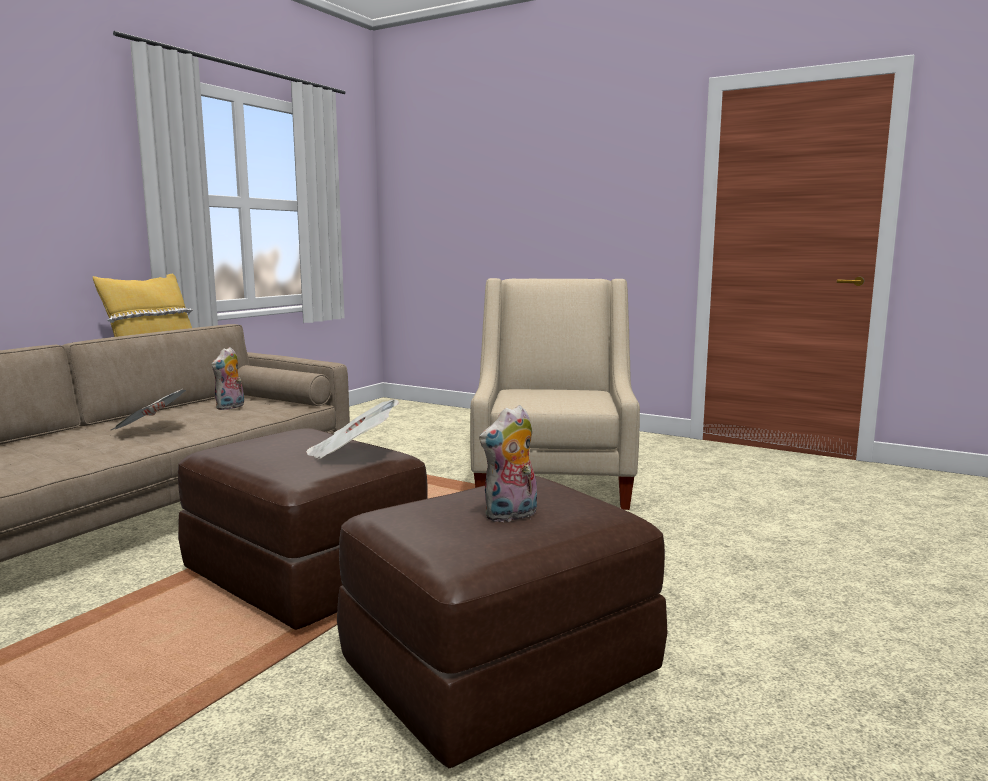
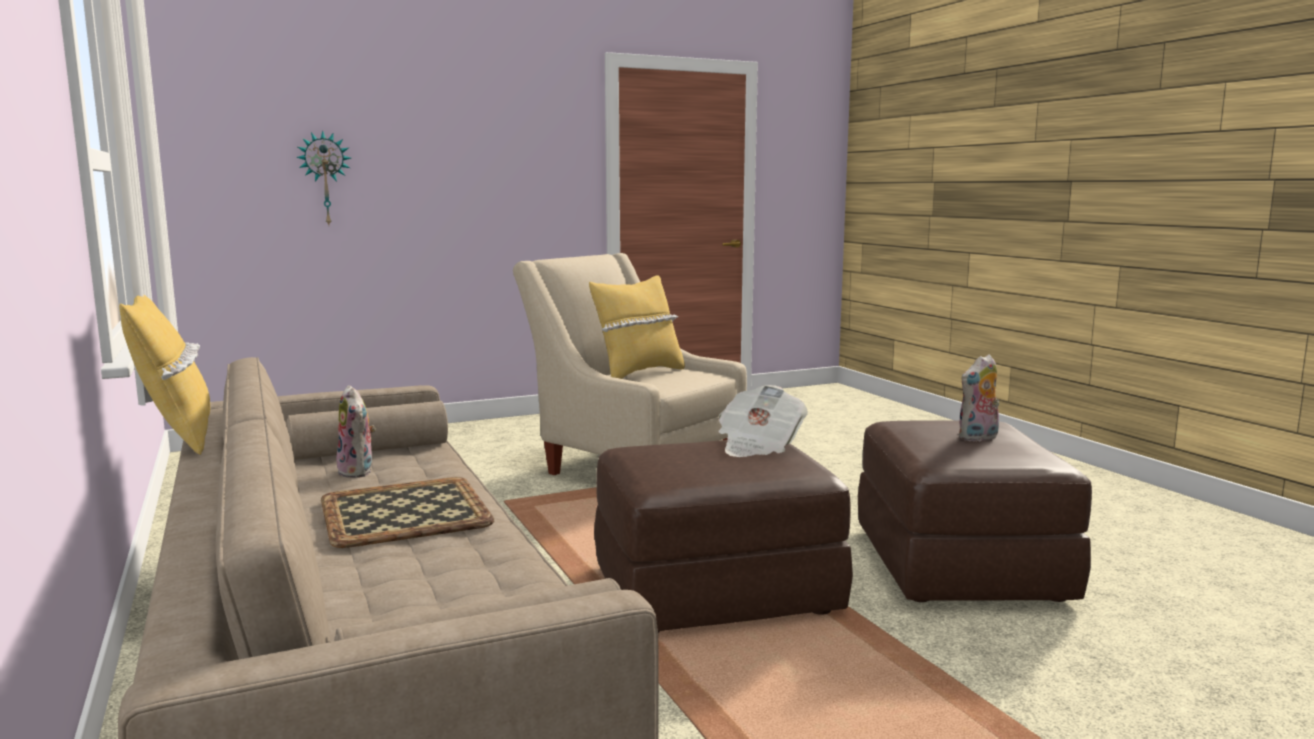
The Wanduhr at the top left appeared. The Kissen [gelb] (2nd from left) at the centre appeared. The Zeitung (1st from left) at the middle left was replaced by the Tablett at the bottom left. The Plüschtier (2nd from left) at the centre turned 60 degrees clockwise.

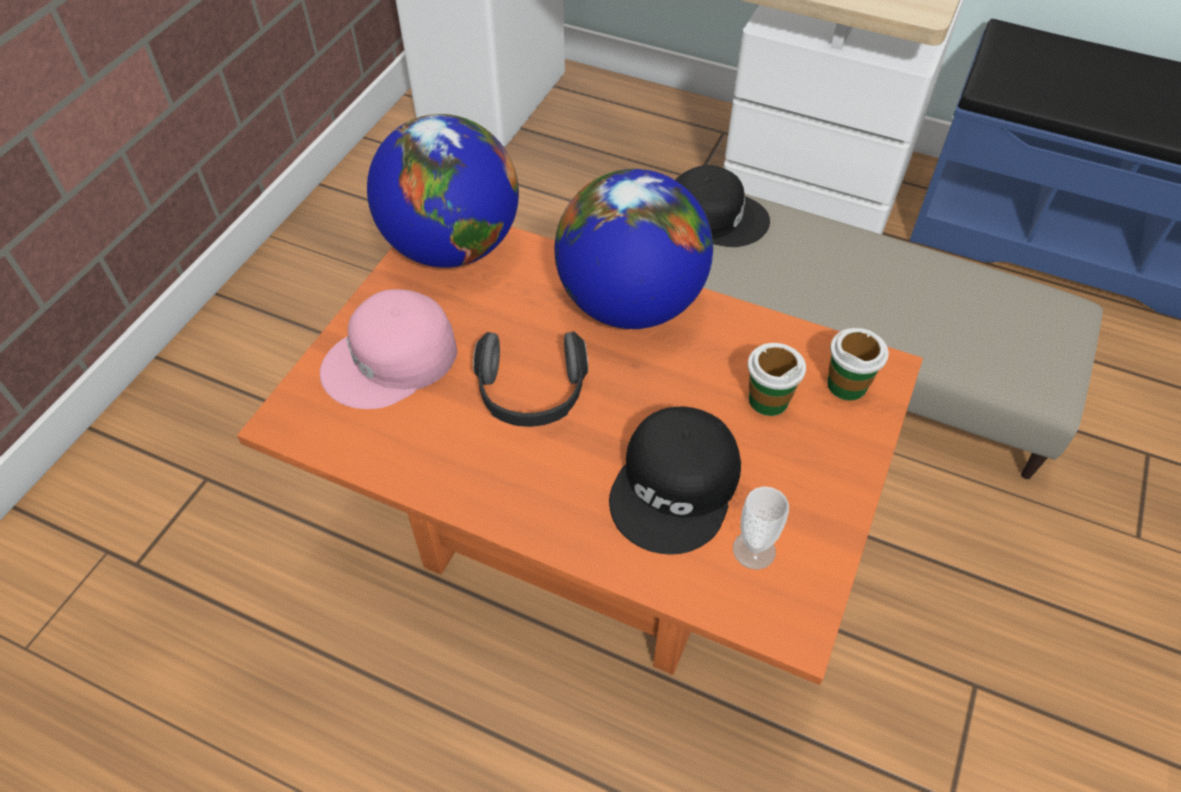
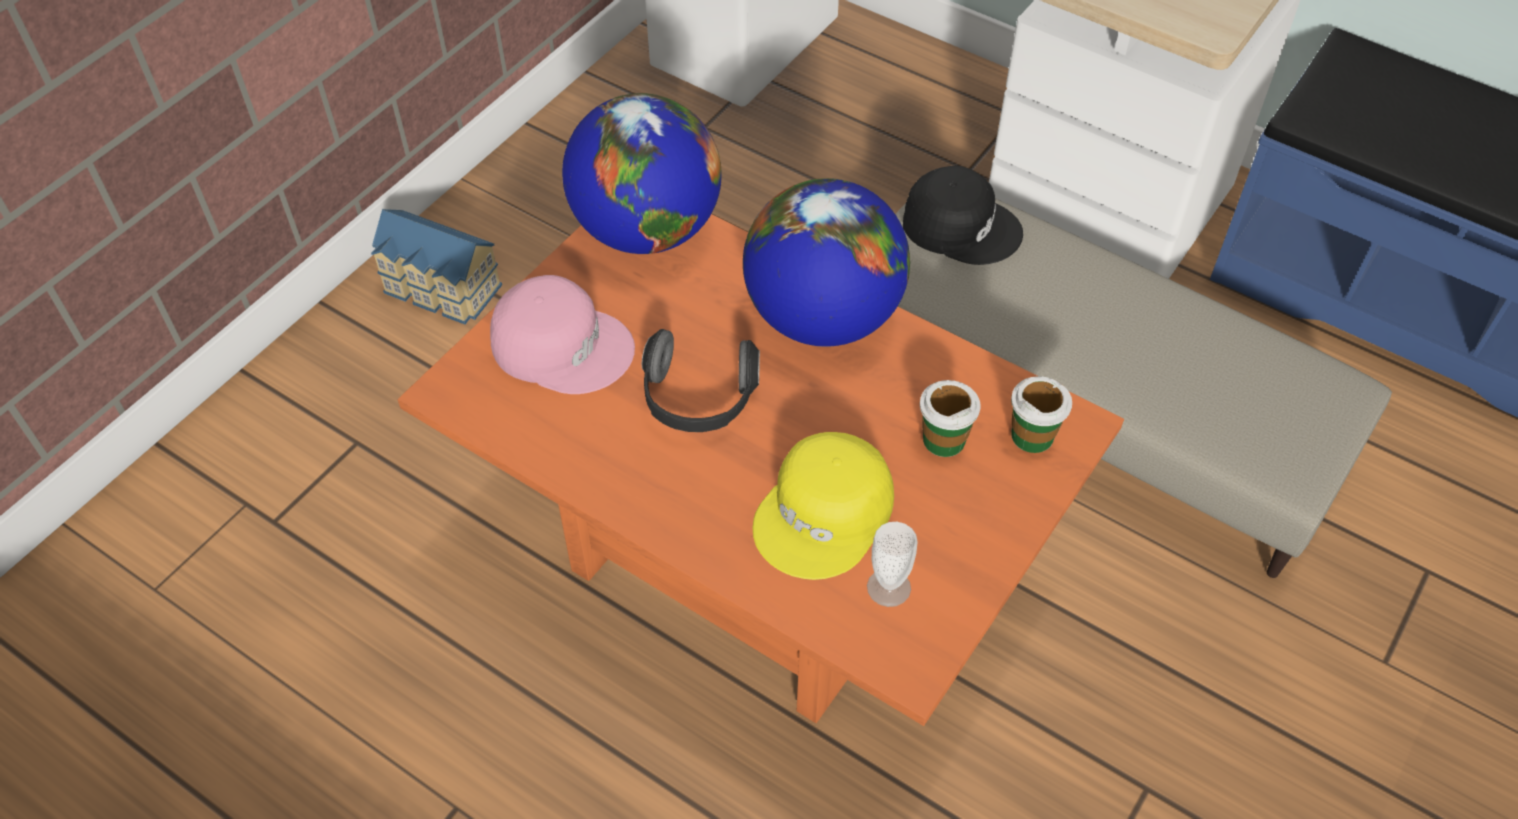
The Spielzeughaus at the top left appeared. The Kappe [schwarz] (1st from left) at the centre became the Kappe [gelb] at the centre. The Kappe [rosa] at the middle left turned 135 degrees counterclockwise.

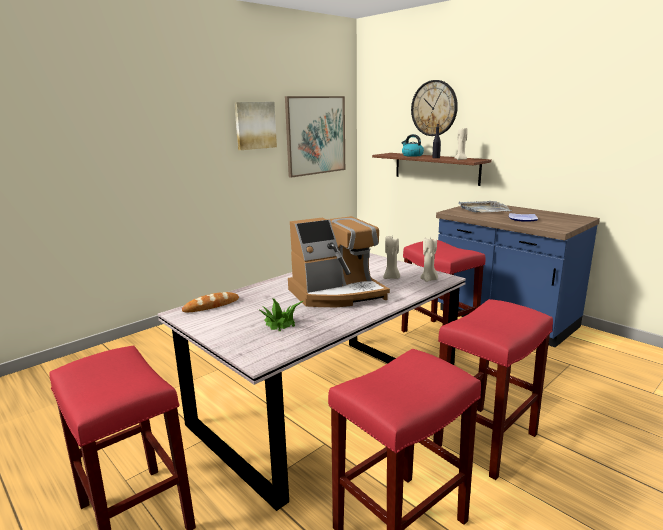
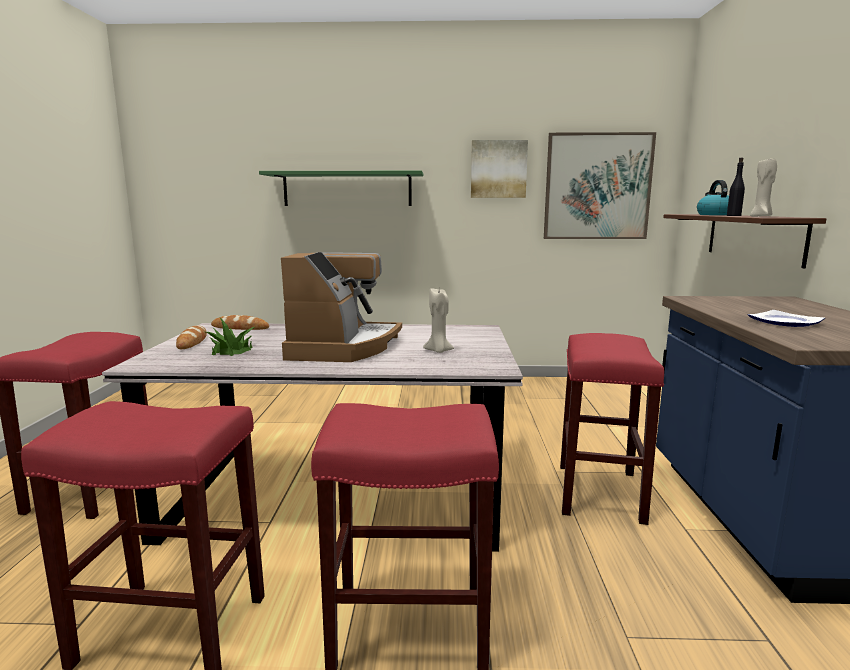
The Wanduhr at the top centre disappeared. The Kerze [beige] (2nd from left) at the centre disappeared. The Tablett [grau] at the middle right disappeared. The Brot (1st from left) at the middle left appeared. The Wandregal [grün] at the top centre appeared. The Kaffeemaschine at the centre turned 105 degrees counterclockwise.

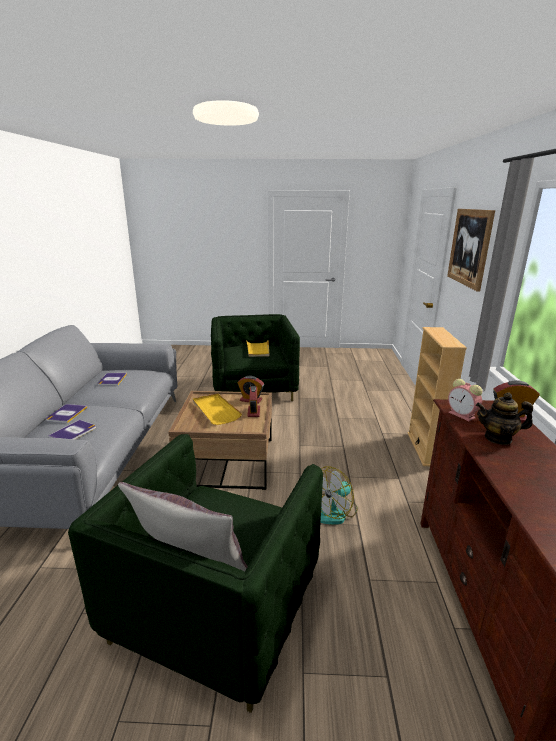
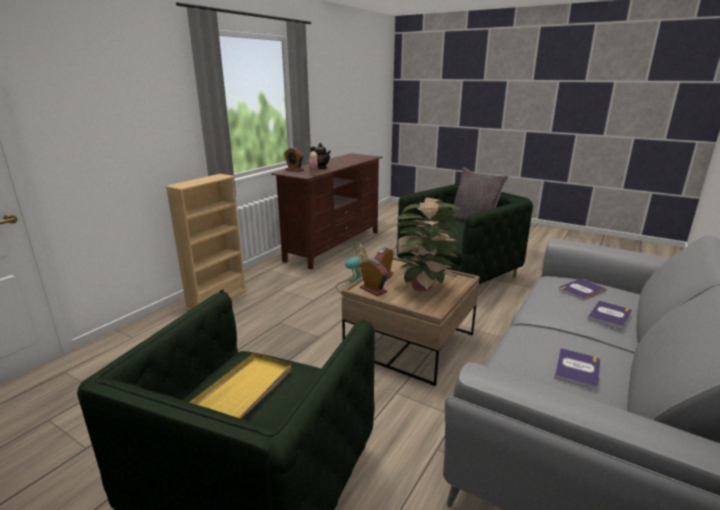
The Bild at the middle right disappeared. The Tablett [gelb] (1st from left) at the centre was replaced by the Topfpflanze at the centre.

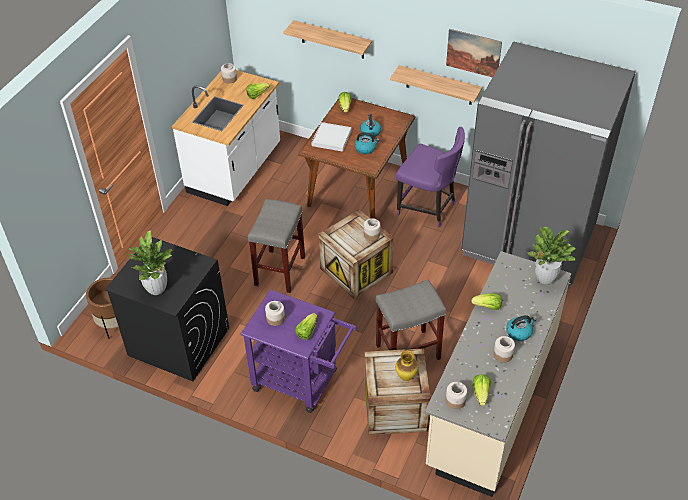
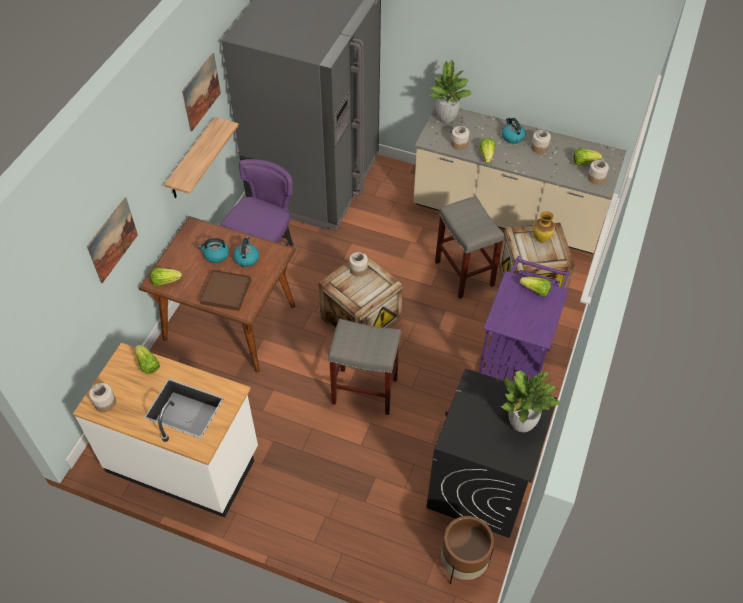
The Vorratsglas (2nd from left in the first image) moved from the centre to the top centre. The Wandregal (1st from left) at the top centre was replaced by the Bild (1st from left) at the middle left. The Tablett [weiß] at the top centre became the Tablett [braun] at the middle left.

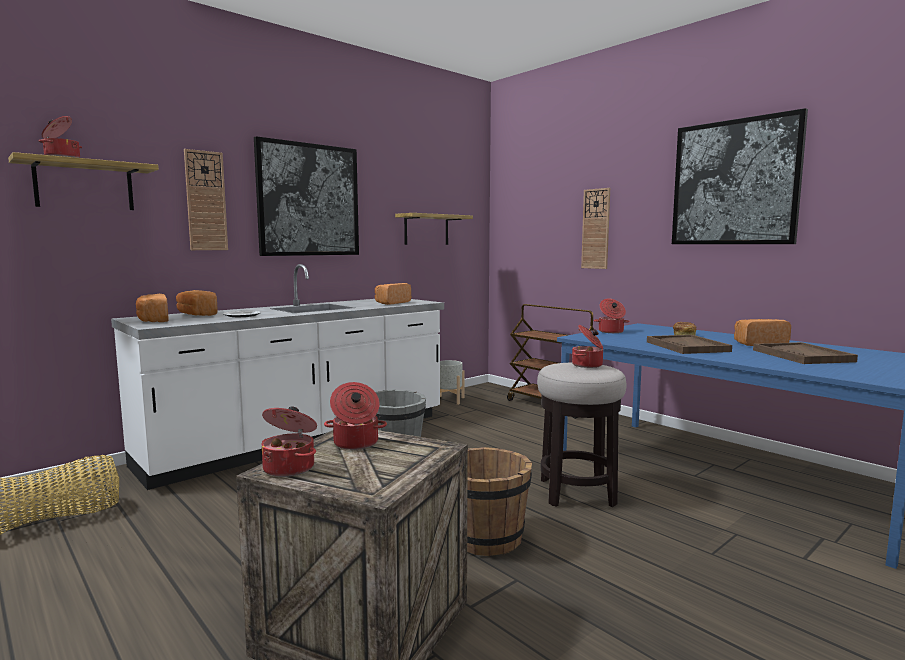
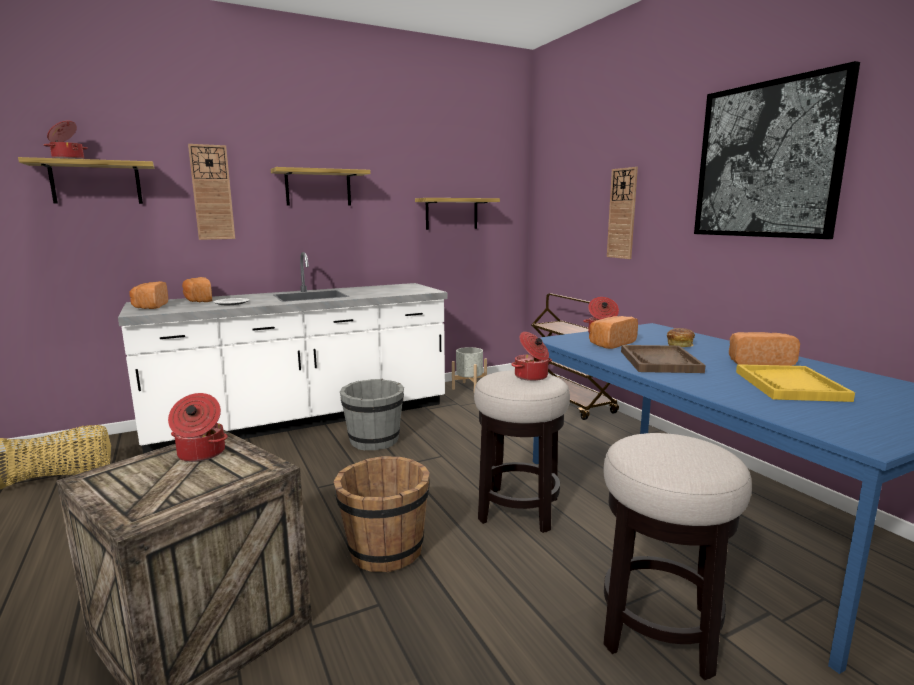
The Kochtopf (2nd from left) at the bottom left disappeared. The Hocker (2nd from left) at the bottom right appeared. The Brot (3rd from left) moved from the centre to the middle right. The Bild (1st from left) at the top centre was replaced by the Wandregal (2nd from left) at the top centre. The Tablett [braun] (2nd from left) at the middle right became the Tablett [gelb] at the middle right.

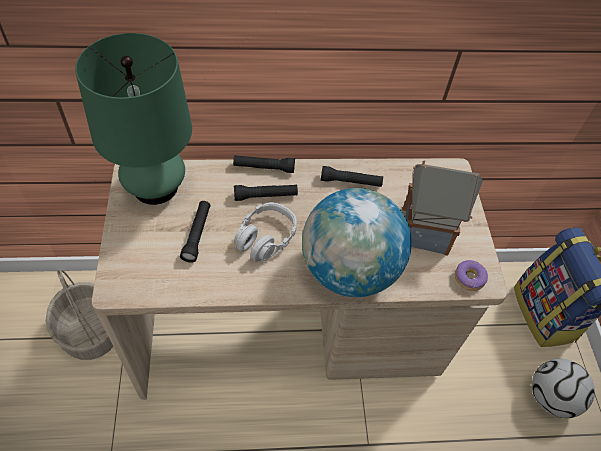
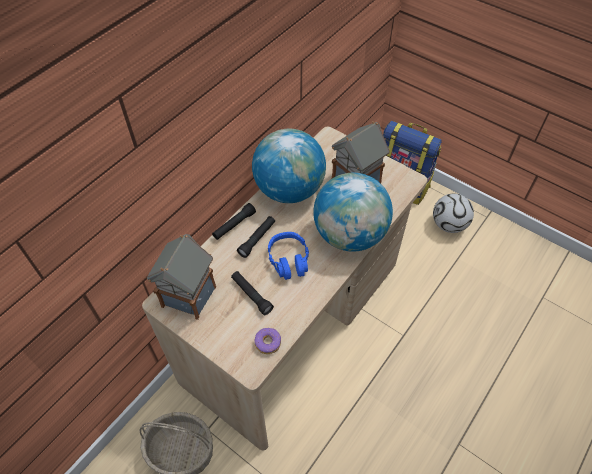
The Donut moved from the middle right to the bottom centre. The Tischlampe [grün] at the top left was replaced by the Spielzeughaus (1st from left) at the middle left. The Taschenlampe [schwarz] (4th from left) at the centre was replaced by the Globus (1st from left) at the centre. The Kopfhörer [grau] at the centre became the Kopfhörer [blau] at the centre.

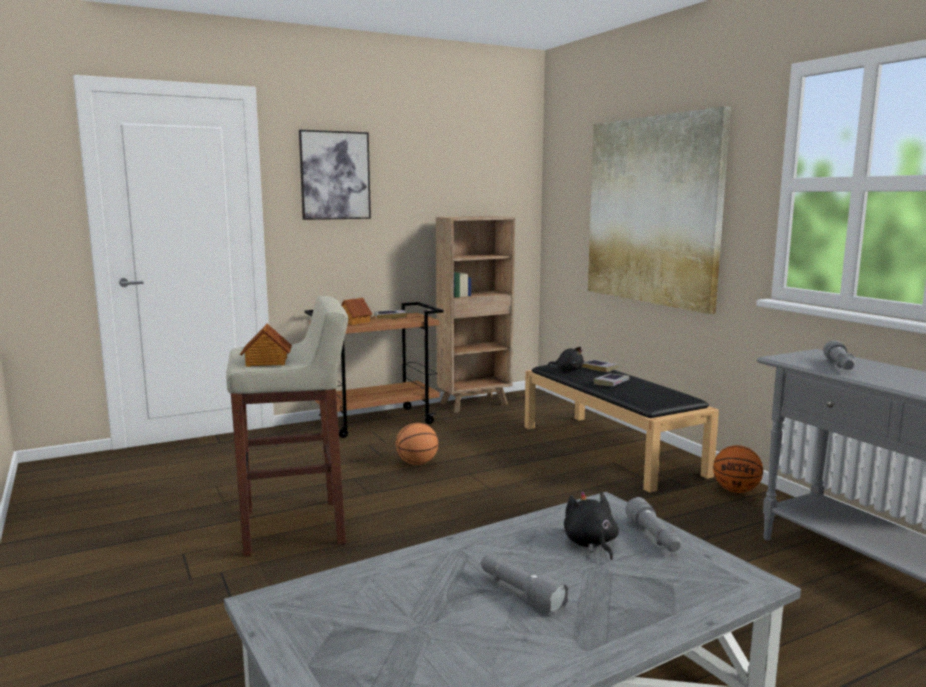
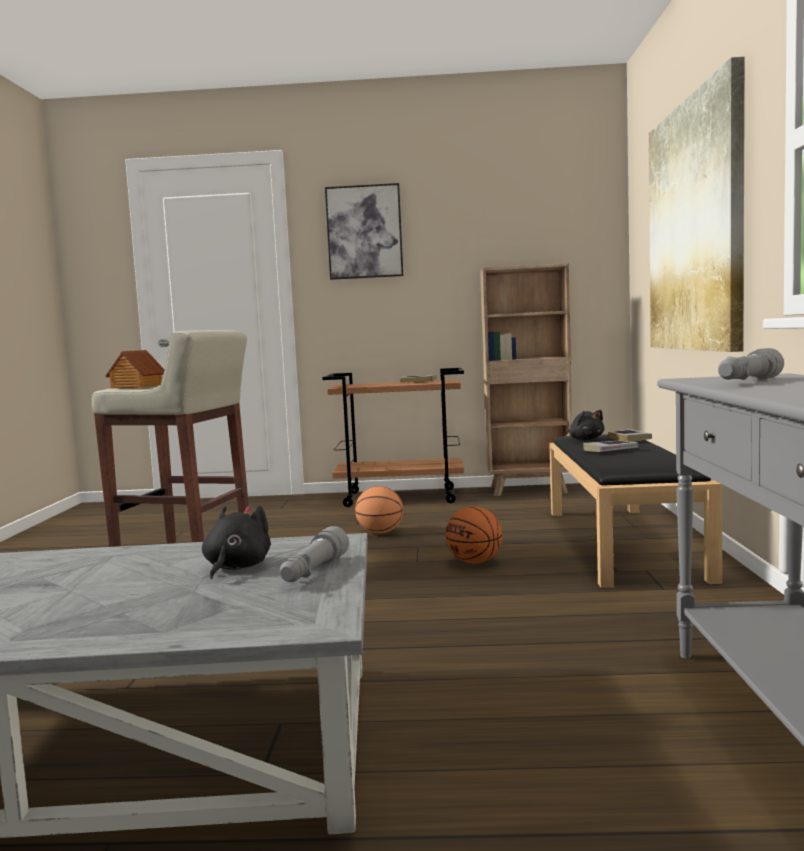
The Spielzeughaus (2nd from left) at the centre disappeared. The Taschenlampe [grau] (1st from left) at the bottom centre disappeared. The Basketball (2nd from left) moved from the bottom right to the centre.

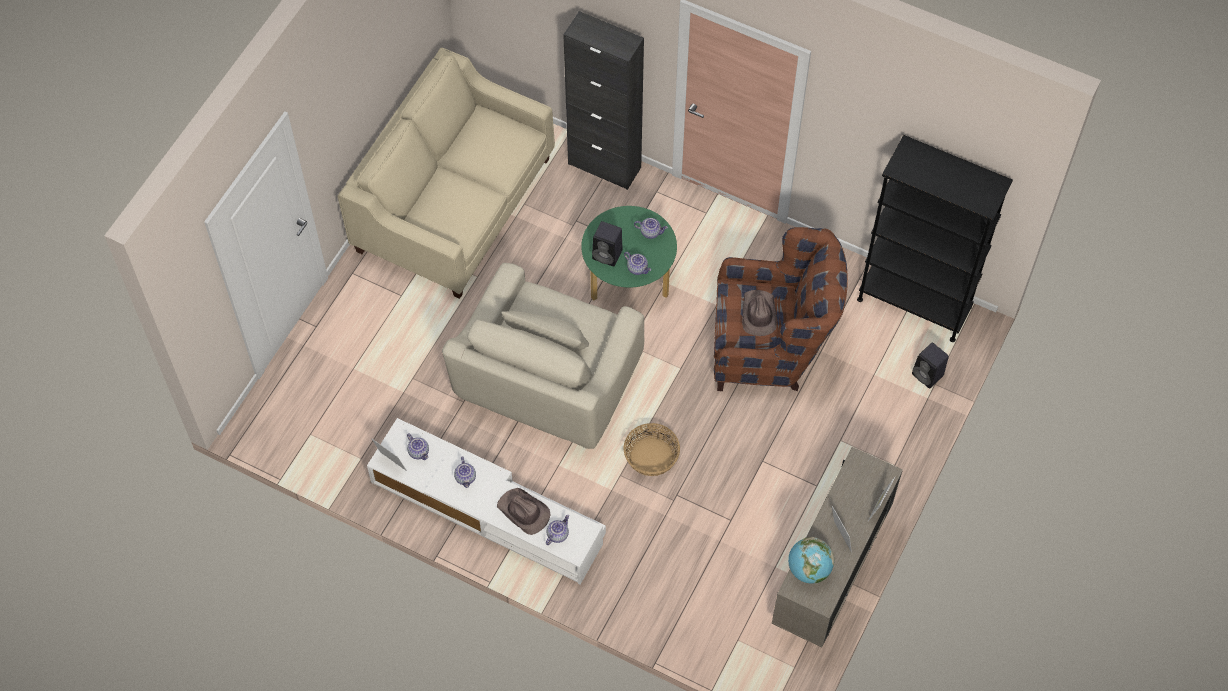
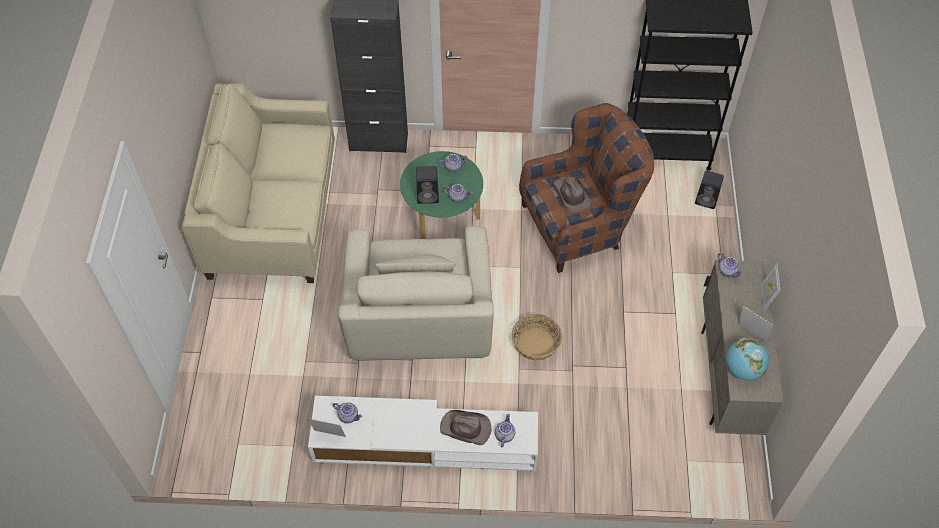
The Teekanne (2nd from left in the first image) moved from the bottom centre to the middle right.

